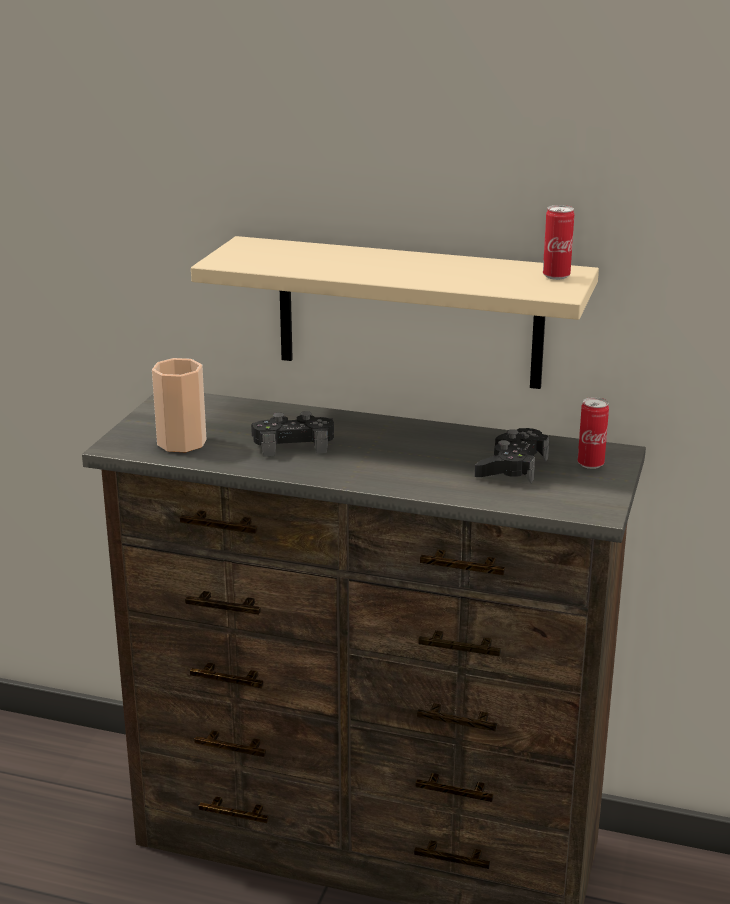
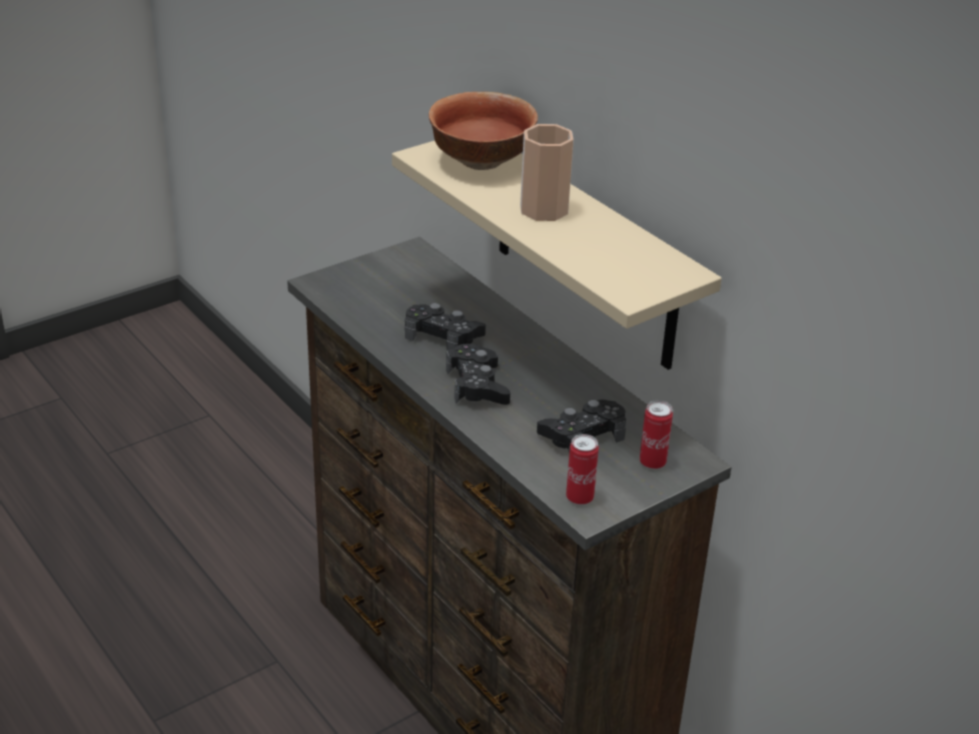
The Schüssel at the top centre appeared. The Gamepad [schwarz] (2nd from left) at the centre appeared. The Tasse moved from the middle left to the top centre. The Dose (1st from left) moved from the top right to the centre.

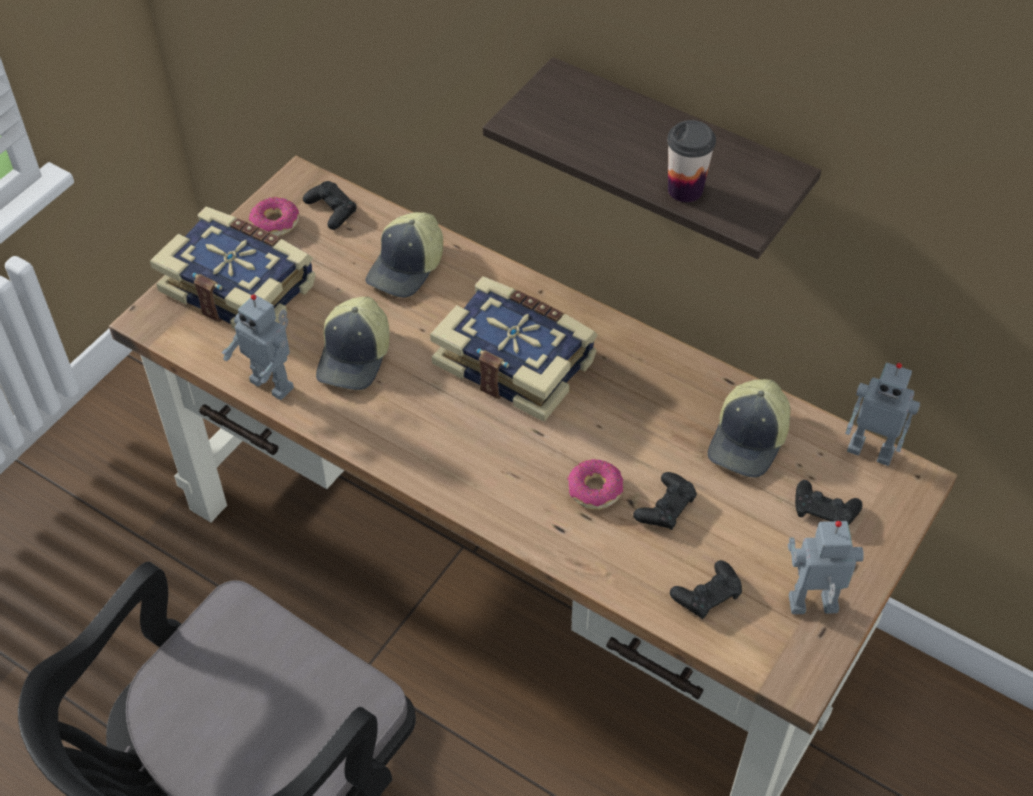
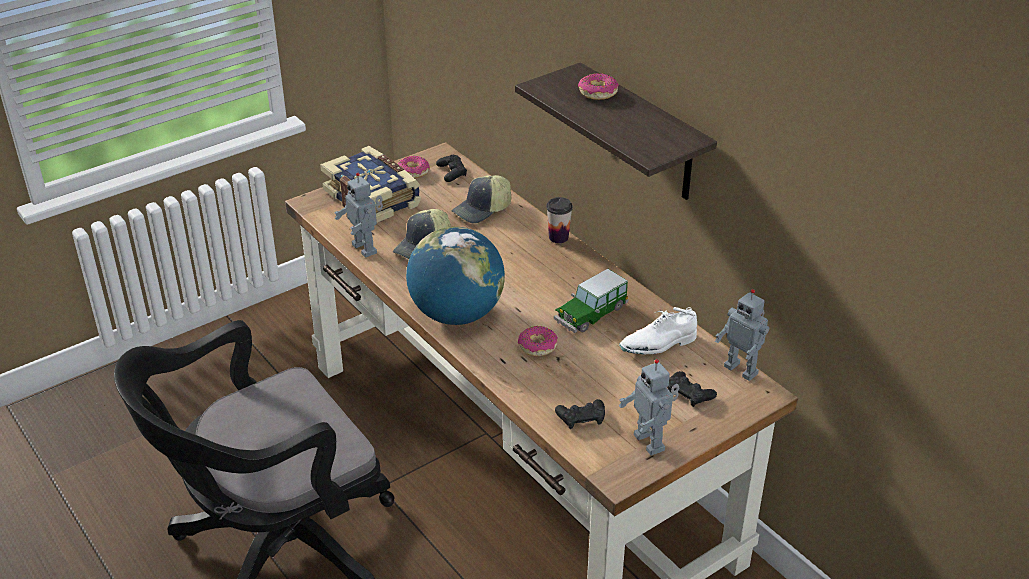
The Buch (2nd from left) at the centre disappeared. The Gamepad [schwarz] (2nd from left) at the centre disappeared. The Globus at the centre appeared. The Spielzeugauto at the centre appeared. The Donut (3rd from left) at the top centre appeared. The Tasse moved from the top right to the centre. The Kappe (3rd from left) at the middle right was replaced by the Schuh [weiß] at the centre. The Spielzeugroboter (2nd from left) at the bottom right turned 135 degrees counterclockwise.

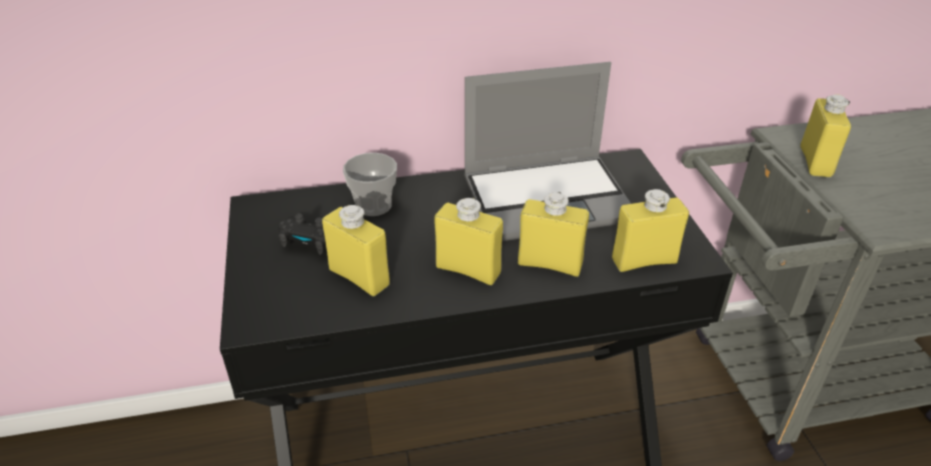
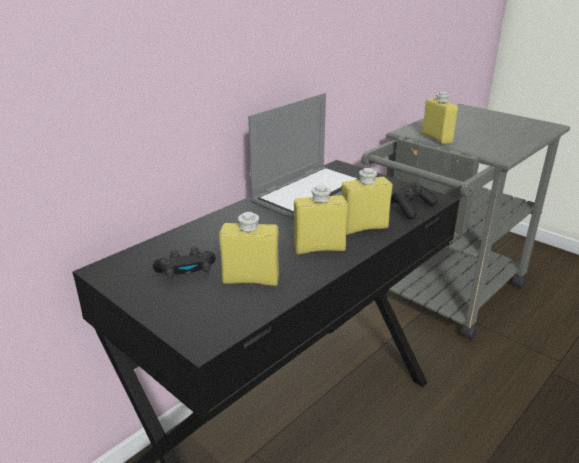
The Tasse at the centre disappeared. The Flasche [gelb] (4th from left) at the middle right was replaced by the Gamepad [schwarz] (2nd from left) at the middle right.

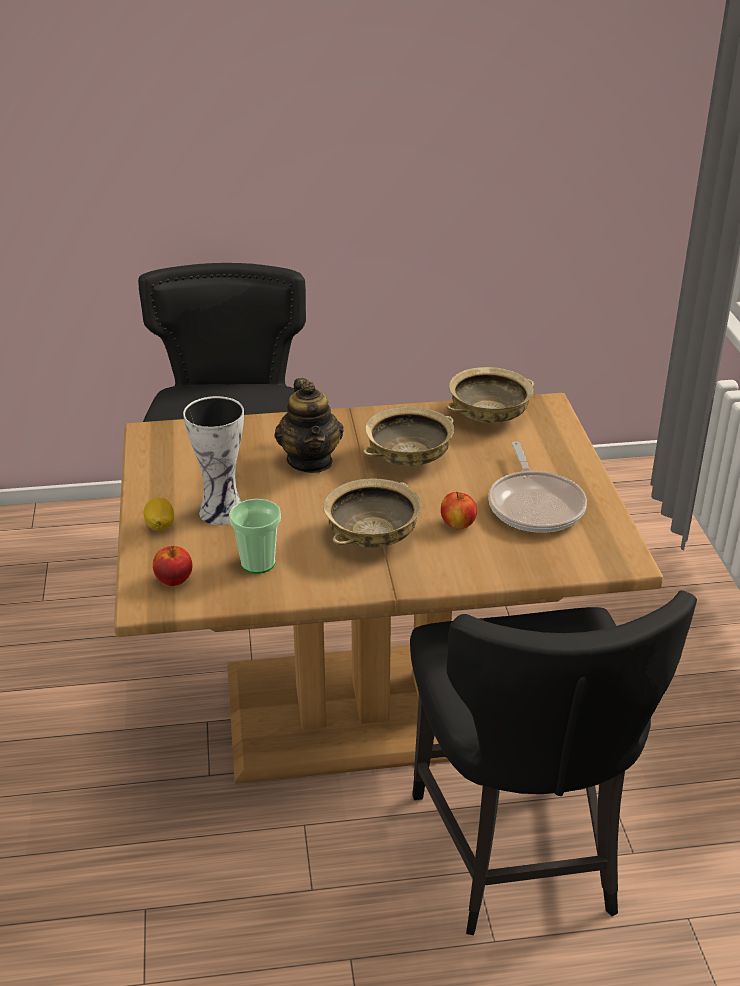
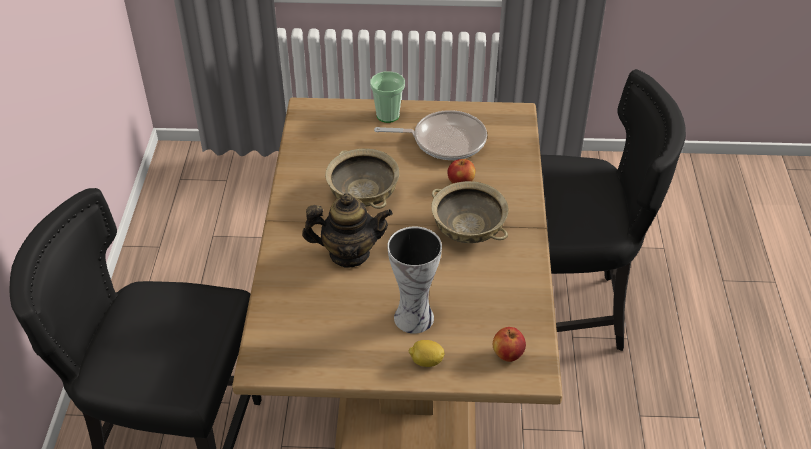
The Schüssel [beige] (3rd from left) at the centre disappeared. The Tasse moved from the centre to the top centre.

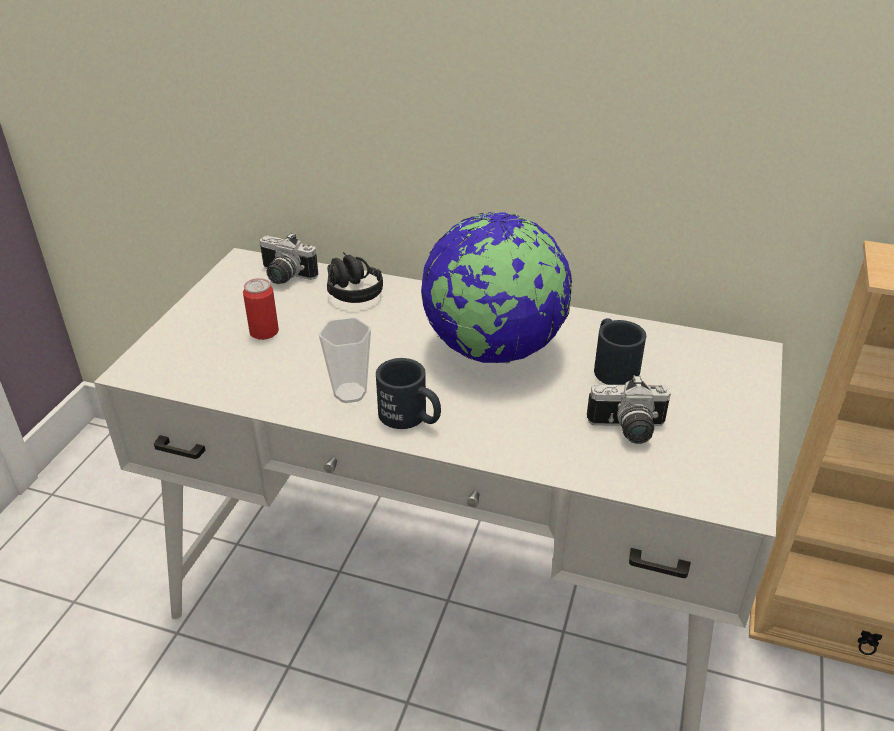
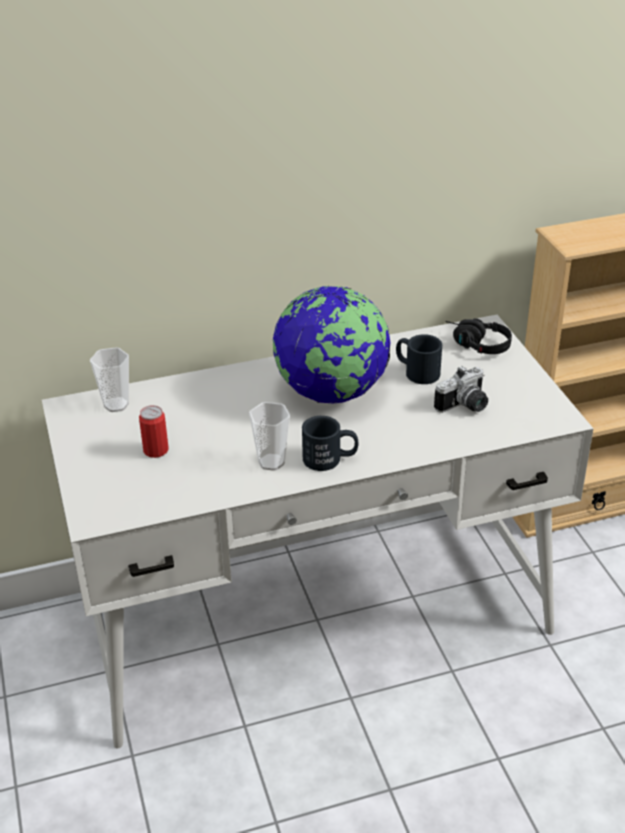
The Kopfhörer [schwarz] moved from the centre to the middle right. The Kamera (1st from left) at the middle left was replaced by the Tasse (1st from left) at the middle left.

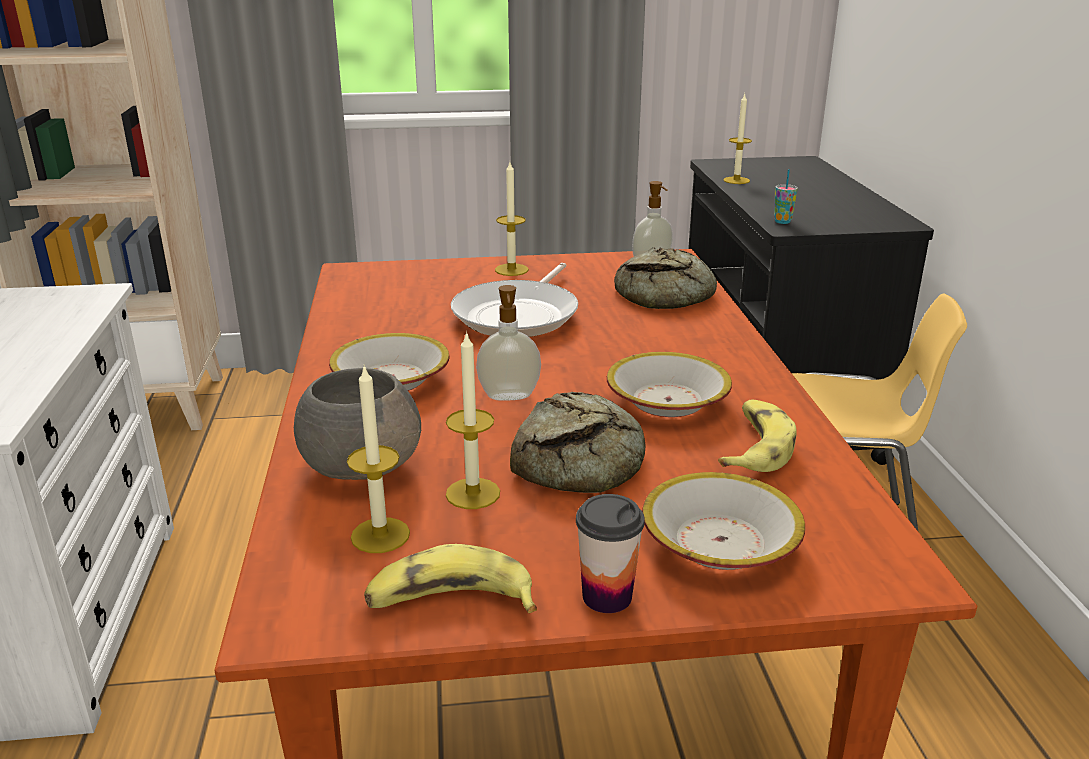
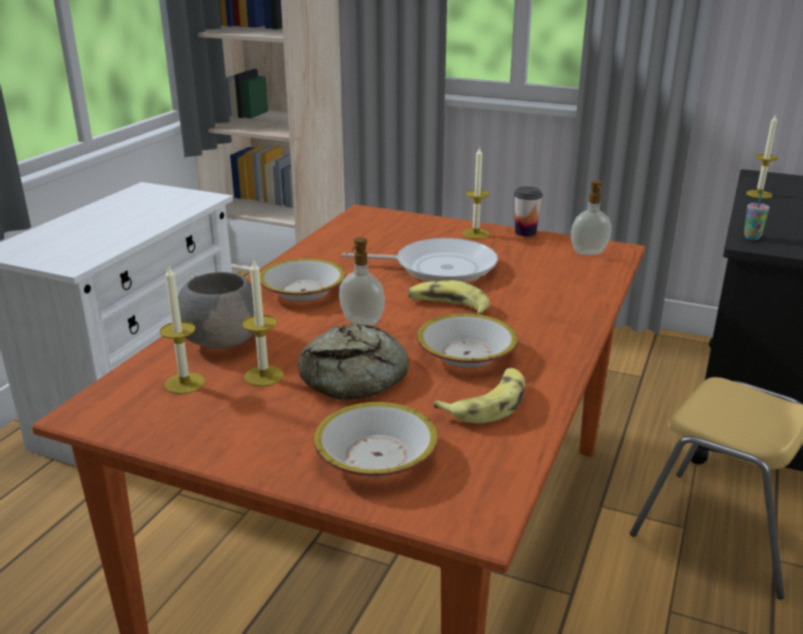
The Brot (2nd from left) at the centre disappeared. The Banane (1st from left) moved from the bottom centre to the centre. The Tasse (1st from left) moved from the bottom centre to the top centre. The Pfanne at the centre turned 135 degrees counterclockwise.

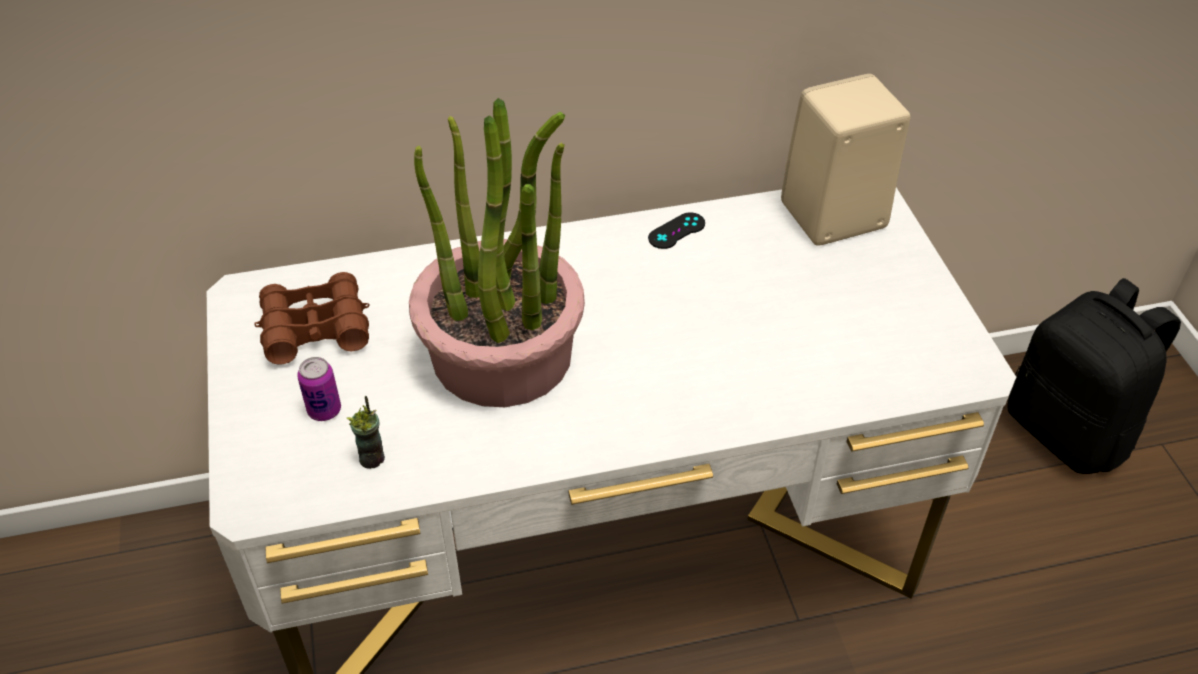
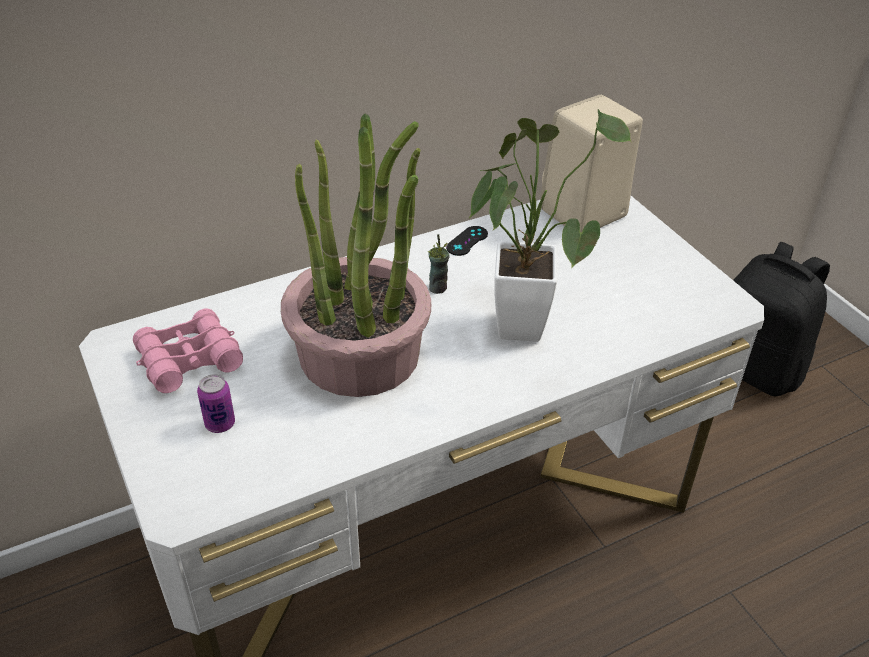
The Topfpflanze (2nd from left) at the centre appeared. The Tasse moved from the middle left to the centre. The Fernglas [braun] at the middle left became the Fernglas [rosa] at the middle left.

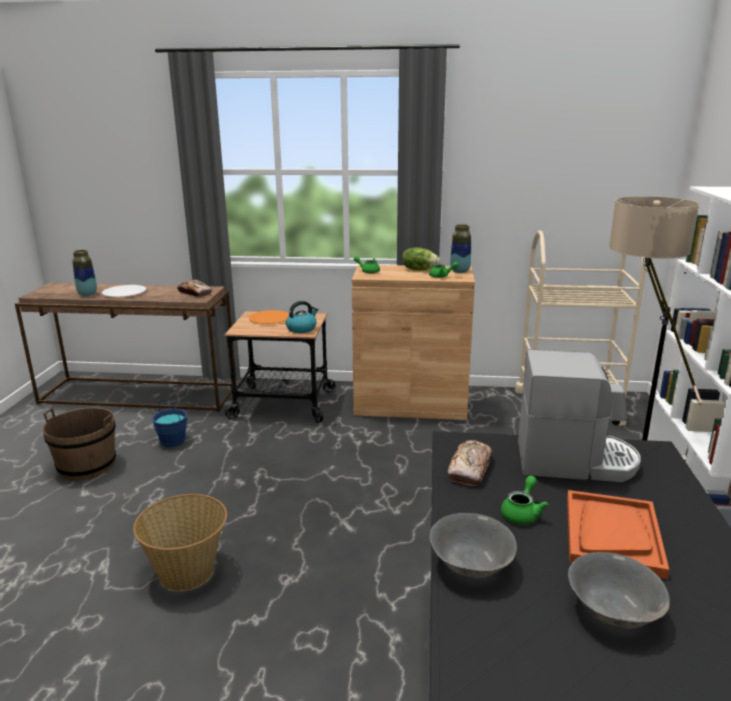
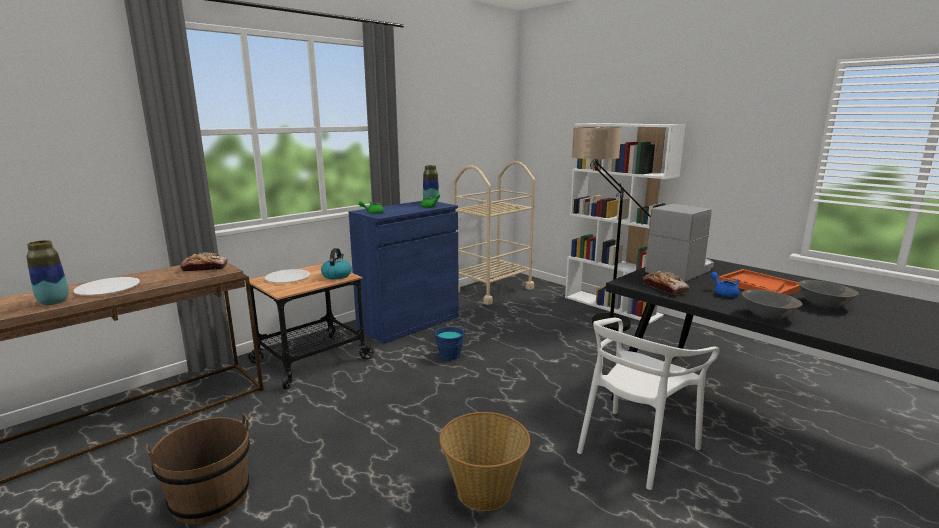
The Salatkopf at the centre disappeared. The Stuhl [weiß] at the bottom right appeared. The Eimer [blau] moved from the middle left to the centre. The Teller [orange] at the centre became the Teller [weiß] (2nd from left) at the middle left. The Schrank [braun] at the centre became the Schrank [blau] at the centre. The Teekanne [grün] (3rd from left) at the bottom right became the Teekanne [blau] at the middle right.

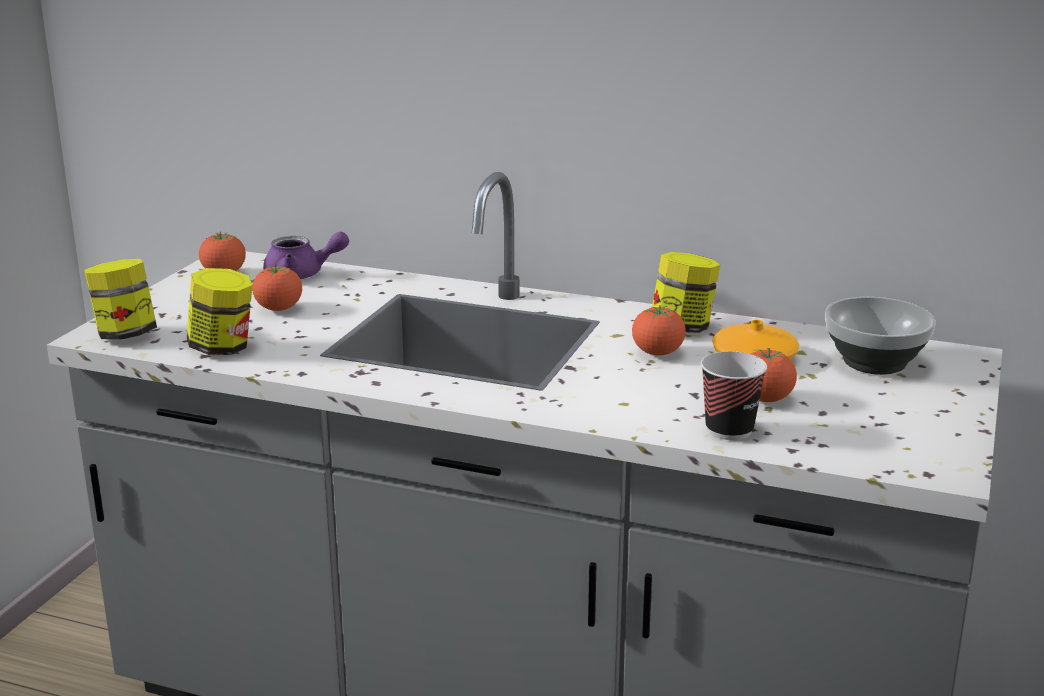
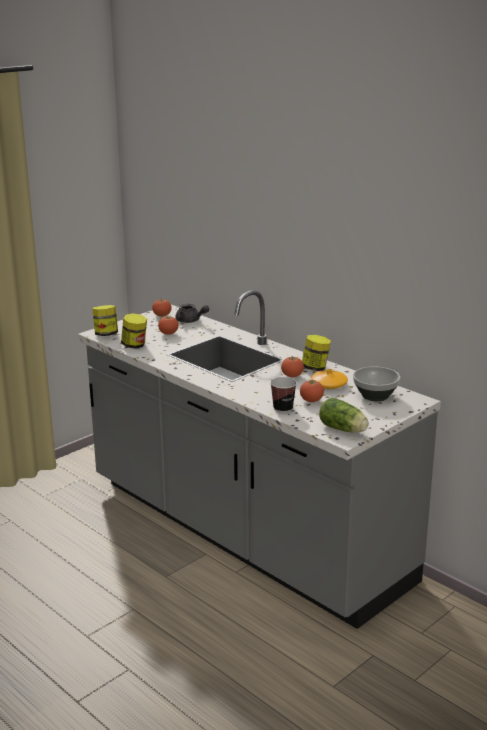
The Salatkopf at the middle right appeared. The Teekanne [lila] at the middle left became the Teekanne [grau] at the centre.

